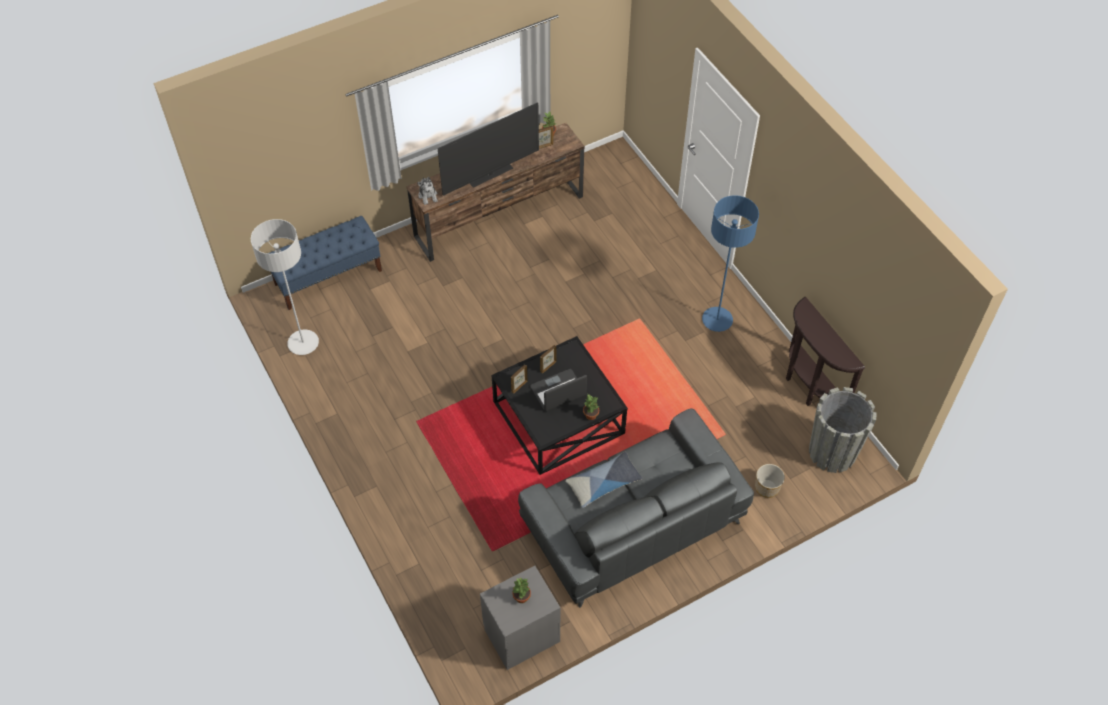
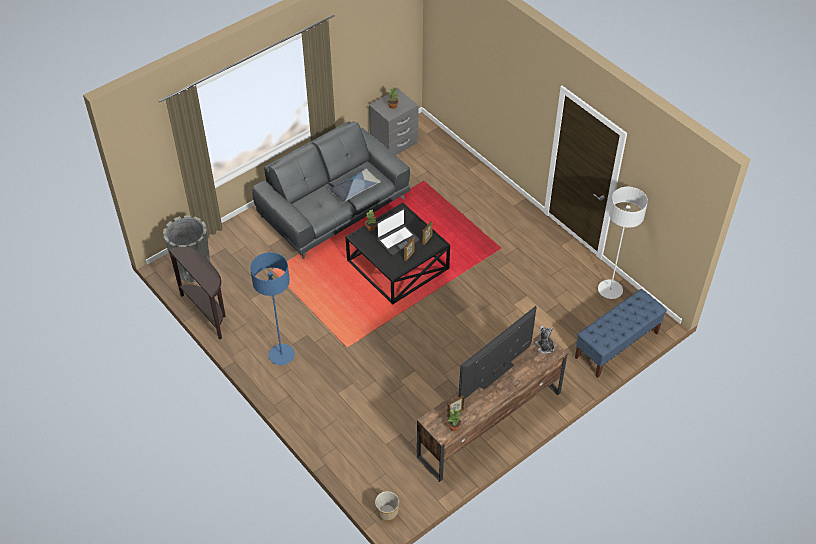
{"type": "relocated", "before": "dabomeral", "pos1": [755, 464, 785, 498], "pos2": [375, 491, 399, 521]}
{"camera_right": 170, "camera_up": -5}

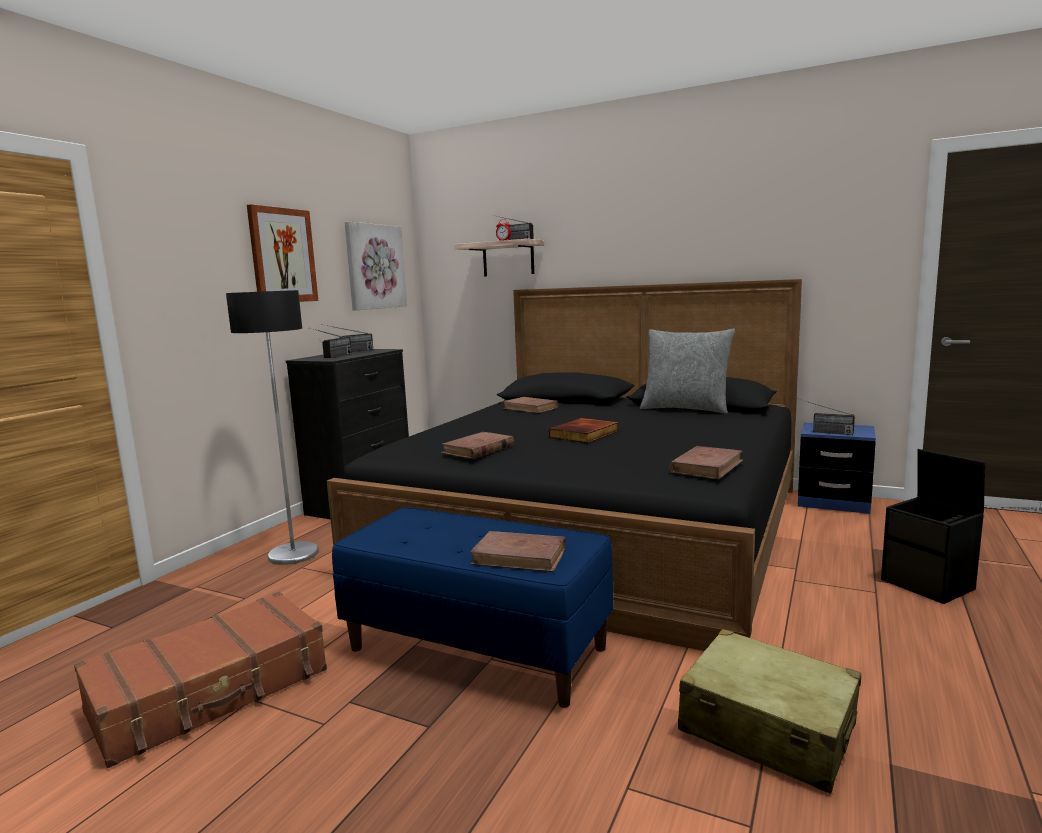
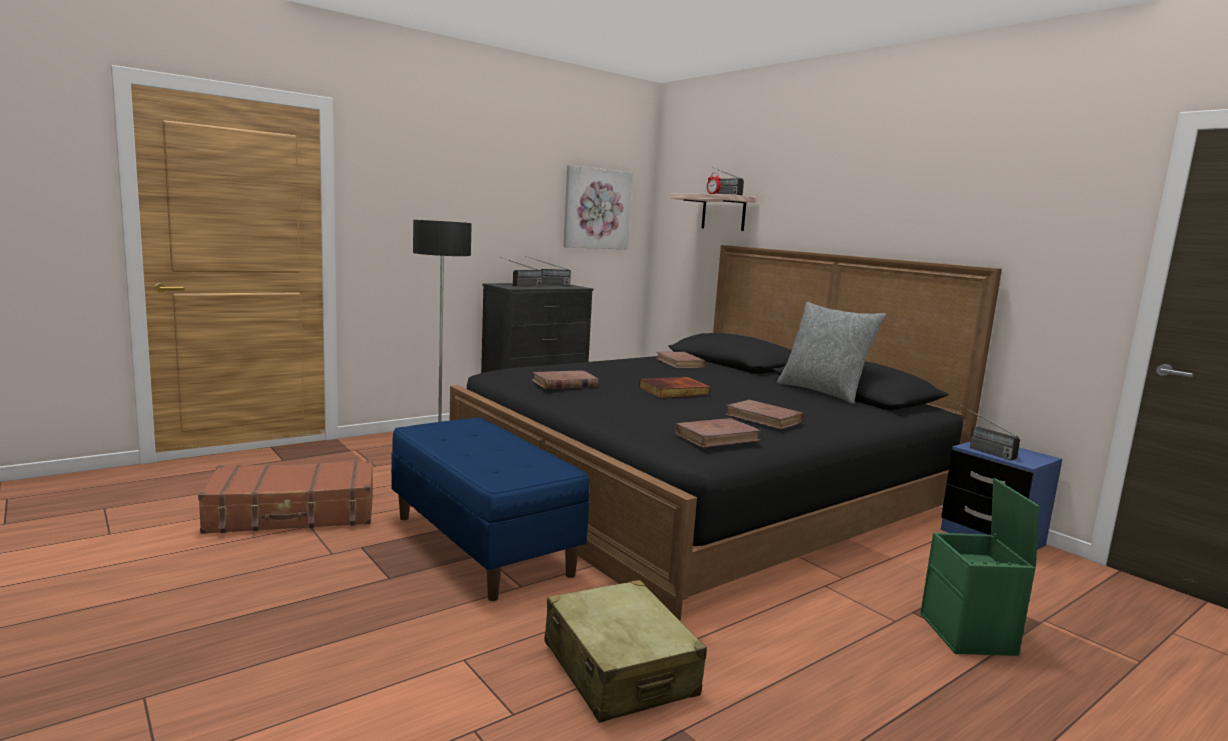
{"type": "missing", "before": "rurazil", "pos1": [247, 204, 318, 302]}
{"type": "relocated", "before": "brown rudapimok", "pos1": [470, 531, 566, 572], "pos2": [725, 400, 804, 430]}
{"type": "colour", "before": "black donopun", "after": "green donopun", "pos1": [881, 449, 985, 604], "pos2": [920, 478, 1039, 656]}
{"camera_right": 25, "camera_up": 0}

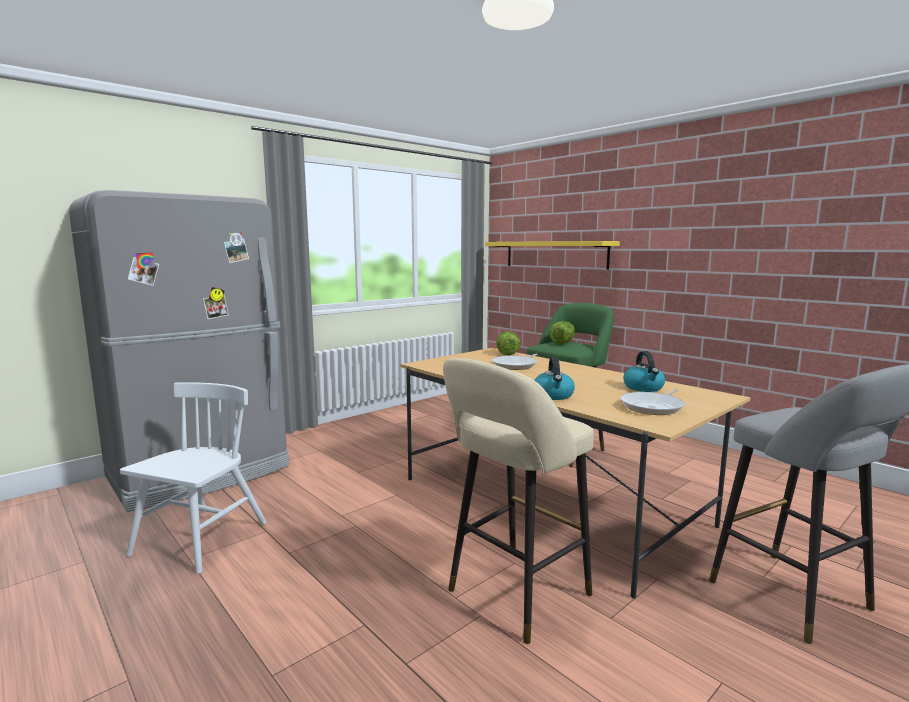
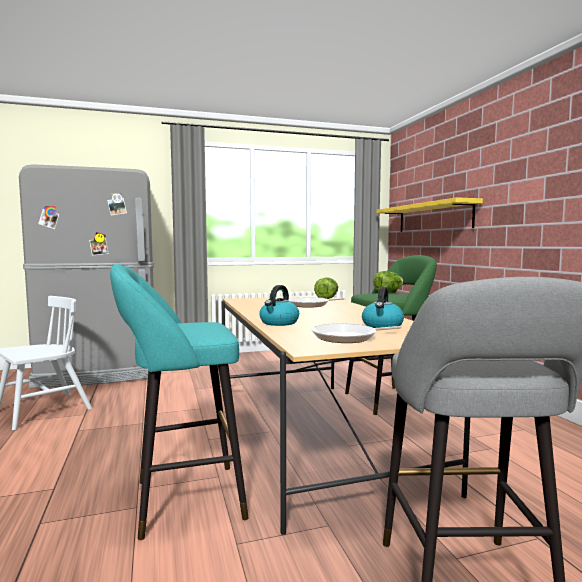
{"type": "colour", "before": "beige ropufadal", "after": "turquoise ropufadal", "pos1": [443, 358, 594, 644], "pos2": [110, 264, 249, 540]}
{"camera_right": 25, "camera_up": -5}

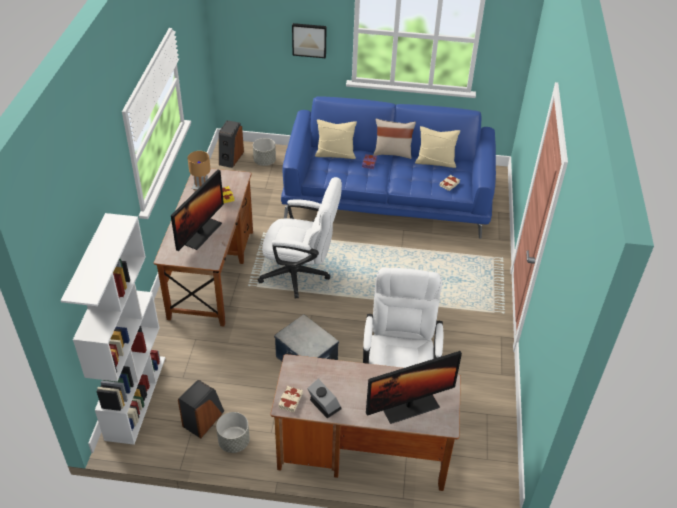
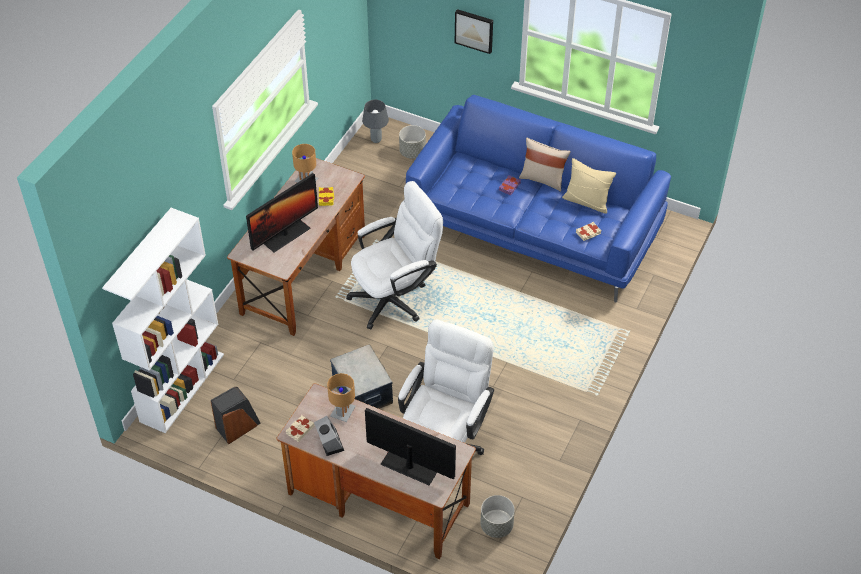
{"type": "relocated", "before": "grey dabomeral", "pos1": [216, 412, 250, 453], "pos2": [480, 495, 515, 538]}
{"type": "exchanged", "before": "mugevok", "after": "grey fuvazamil", "pos1": [219, 120, 244, 168], "pos2": [362, 100, 389, 143]}
{"type": "spun", "before": "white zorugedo", "pos1": [258, 177, 342, 298], "pos2": [346, 181, 443, 330], "turn": -60}
{"type": "missing", "before": "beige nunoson", "pos1": [315, 119, 357, 159]}
{"type": "spun", "before": "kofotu", "pos1": [366, 351, 462, 424], "pos2": [365, 408, 456, 485], "turn": -150}
{"type": "appeared", "after": "brown fuvazamil", "pos2": [327, 373, 356, 422]}
{"camera_right": 20, "camera_up": 5}

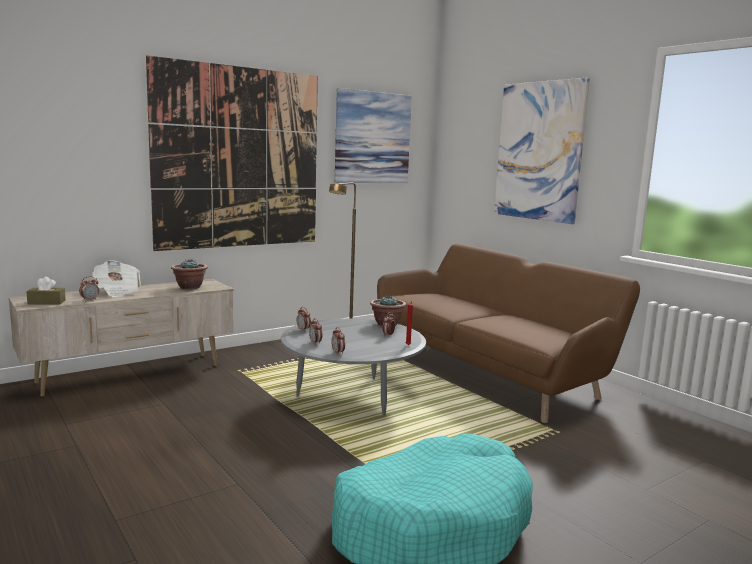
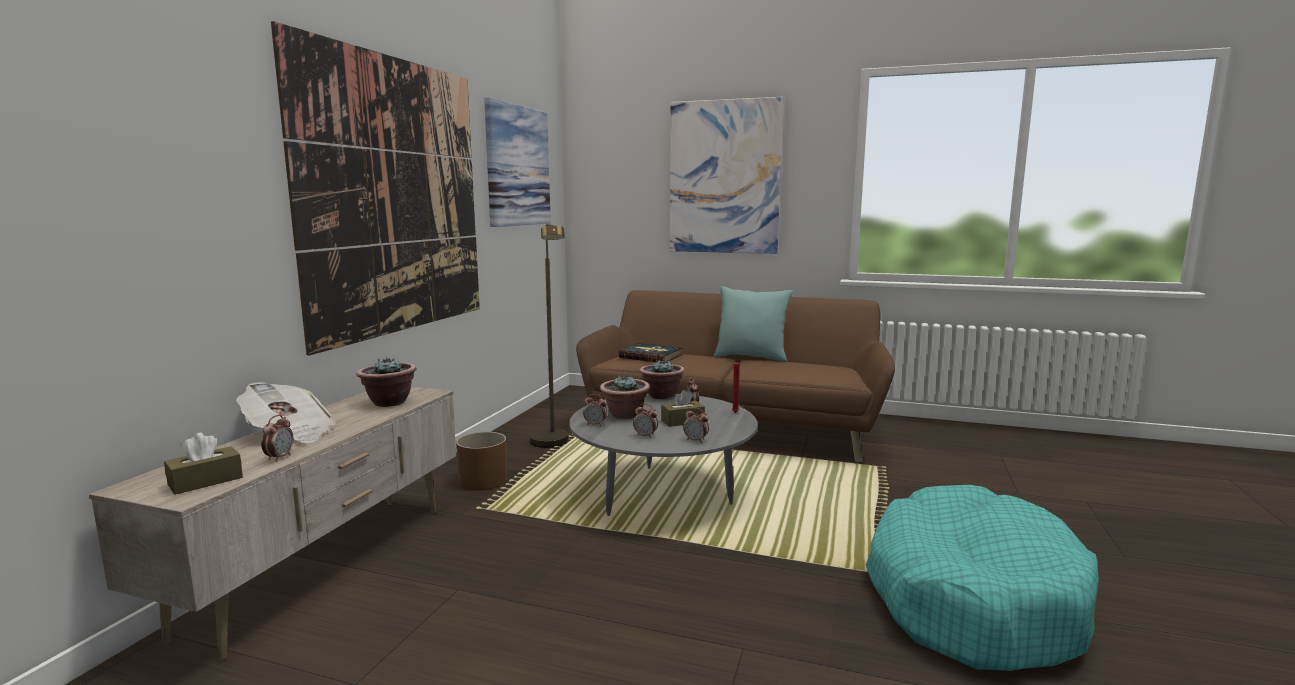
{"type": "appeared", "after": "brown dabomeral", "pos2": [456, 432, 507, 491]}
{"type": "appeared", "after": "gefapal", "pos2": [600, 375, 650, 419]}
{"type": "appeared", "after": "rudapimok", "pos2": [618, 343, 683, 362]}
{"type": "appeared", "after": "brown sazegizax", "pos2": [661, 390, 705, 427]}
{"type": "appeared", "after": "turquoise nunoson", "pos2": [714, 286, 793, 362]}
{"camera_right": -35, "camera_up": 0}

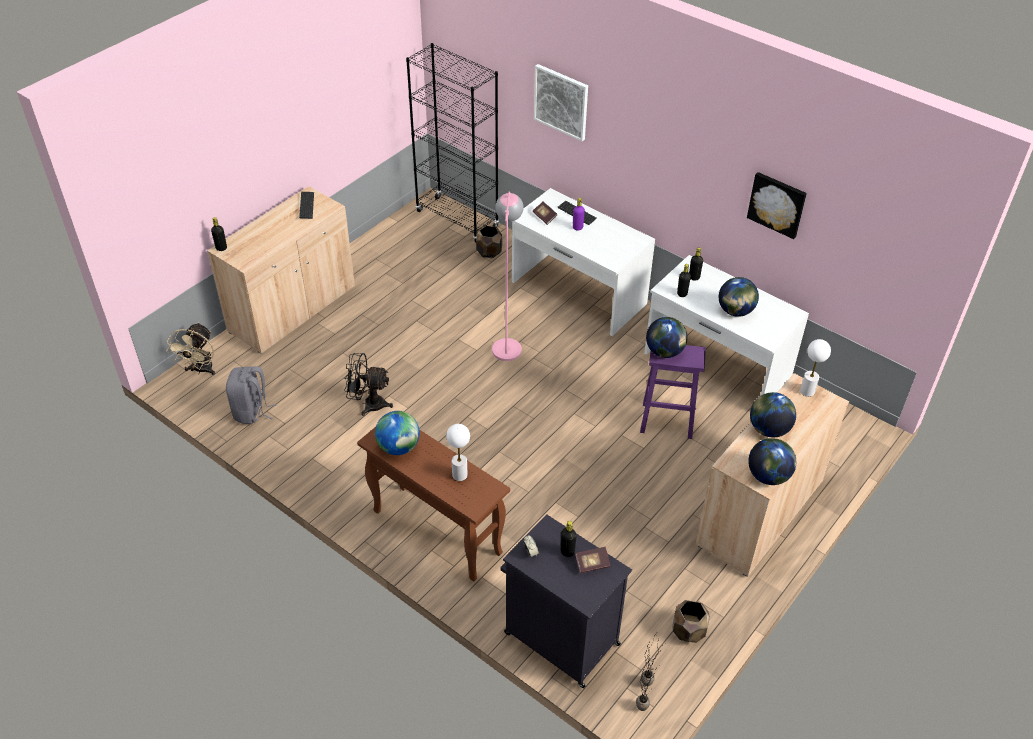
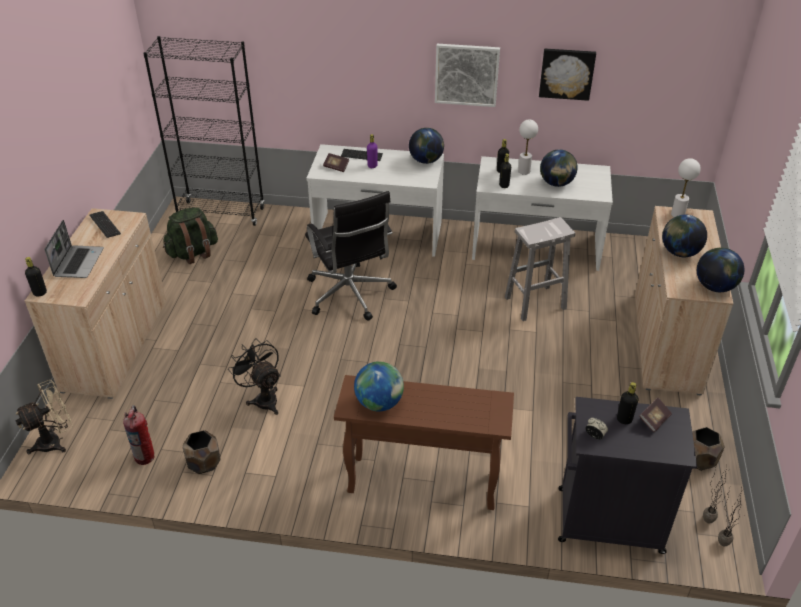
{"type": "spun", "before": "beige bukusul", "pos1": [167, 322, 215, 375], "pos2": [15, 380, 73, 455], "turn": -105}
{"type": "exchanged", "before": "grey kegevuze", "after": "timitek", "pos1": [226, 366, 276, 424], "pos2": [123, 405, 154, 465]}
{"type": "spun", "before": "black bukusul", "pos1": [344, 353, 393, 416], "pos2": [228, 338, 281, 415], "turn": 75}
{"type": "relocated", "before": "white fuvazamil", "pos1": [446, 424, 470, 481], "pos2": [518, 119, 538, 175]}
{"type": "relocated", "before": "brown dabomeral", "pos1": [476, 226, 502, 258], "pos2": [183, 430, 220, 474]}
{"type": "exchanged", "before": "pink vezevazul", "after": "black zorugedo", "pos1": [492, 192, 524, 361], "pos2": [305, 191, 397, 320]}
{"type": "relocated", "before": "rurazil", "pos1": [534, 64, 588, 141], "pos2": [435, 44, 500, 107]}
{"type": "colour", "before": "purple ropufadal", "after": "white ropufadal", "pos1": [640, 345, 706, 439], "pos2": [505, 217, 575, 321]}
{"type": "relocated", "before": "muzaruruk", "pos1": [646, 317, 688, 358], "pos2": [409, 128, 444, 164]}
{"type": "appeared", "after": "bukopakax", "pos2": [45, 220, 104, 278]}
{"type": "appeared", "after": "green kegevuze", "pos2": [163, 207, 218, 264]}
{"camera_right": -30, "camera_up": -5}

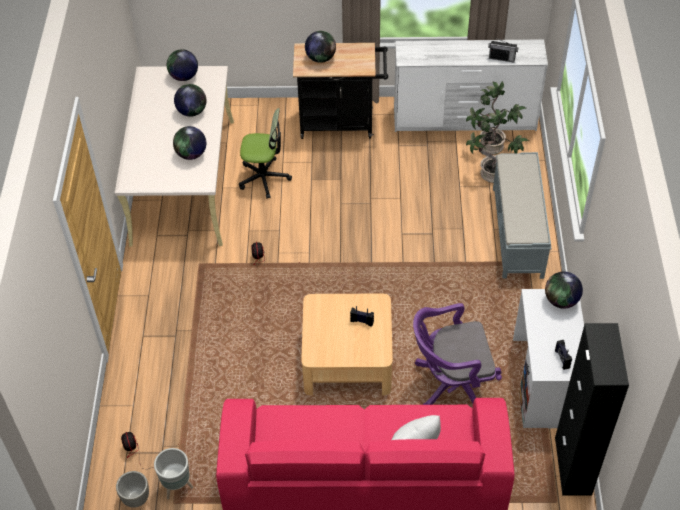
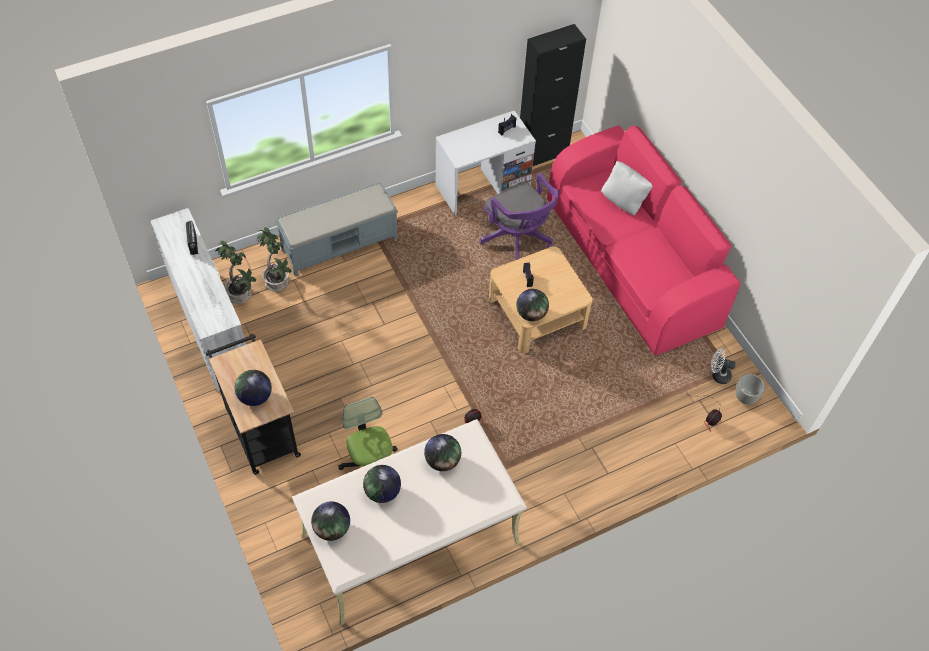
{"type": "exchanged", "before": "grey dabomeral", "after": "white bukusul", "pos1": [154, 448, 193, 499], "pos2": [711, 349, 736, 384]}
{"type": "relocated", "before": "muzaruruk", "pos1": [545, 271, 583, 309], "pos2": [516, 289, 549, 321]}
{"camera_right": -120, "camera_up": 5}

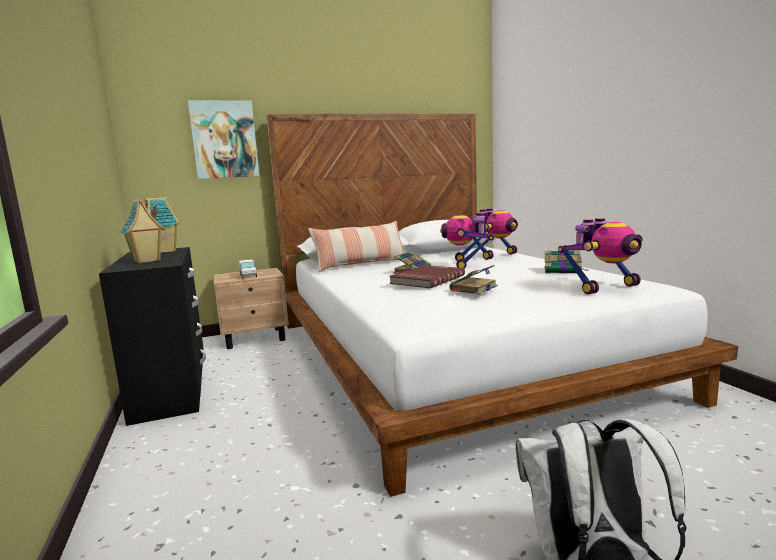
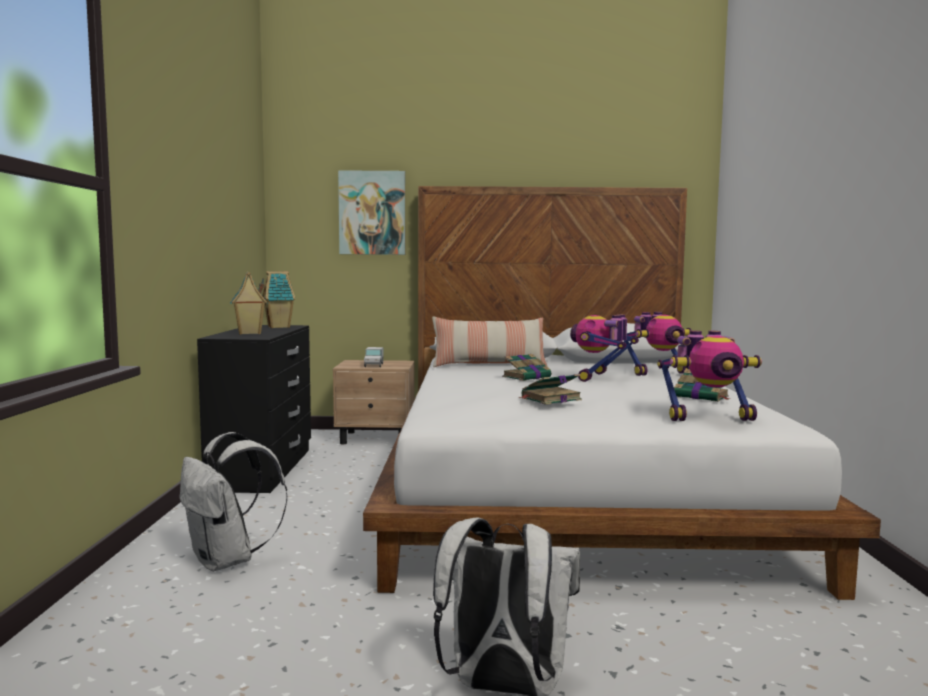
{"type": "missing", "before": "red rudapimok", "pos1": [389, 265, 465, 288]}
{"type": "appeared", "after": "white kegevuze", "pos2": [180, 432, 288, 572]}
{"camera_right": 20, "camera_up": -5}

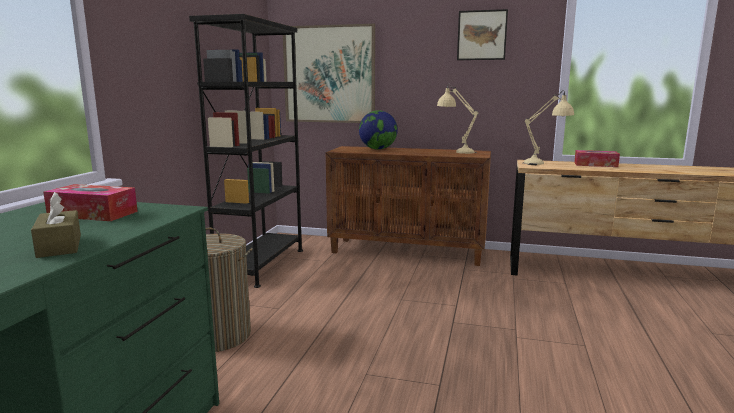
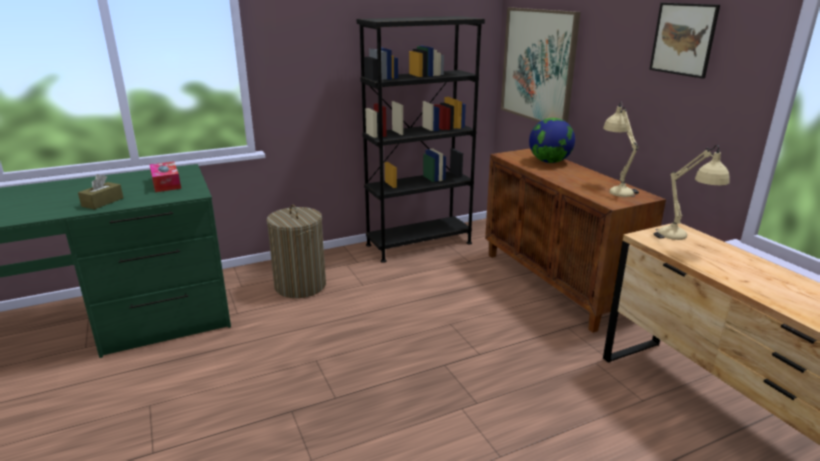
{"type": "missing", "before": "sazegizax", "pos1": [574, 150, 620, 167]}
{"camera_right": 50, "camera_up": 10}

